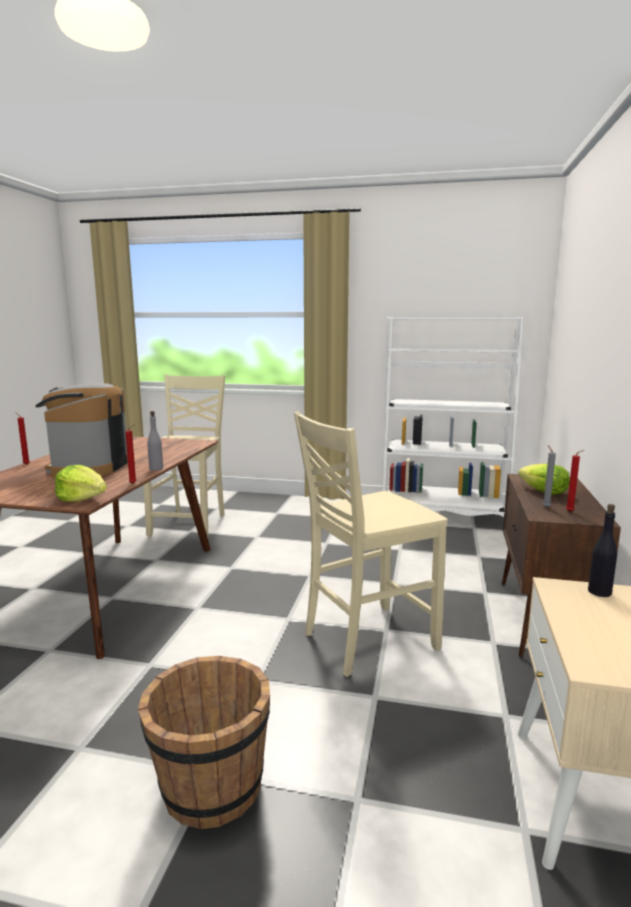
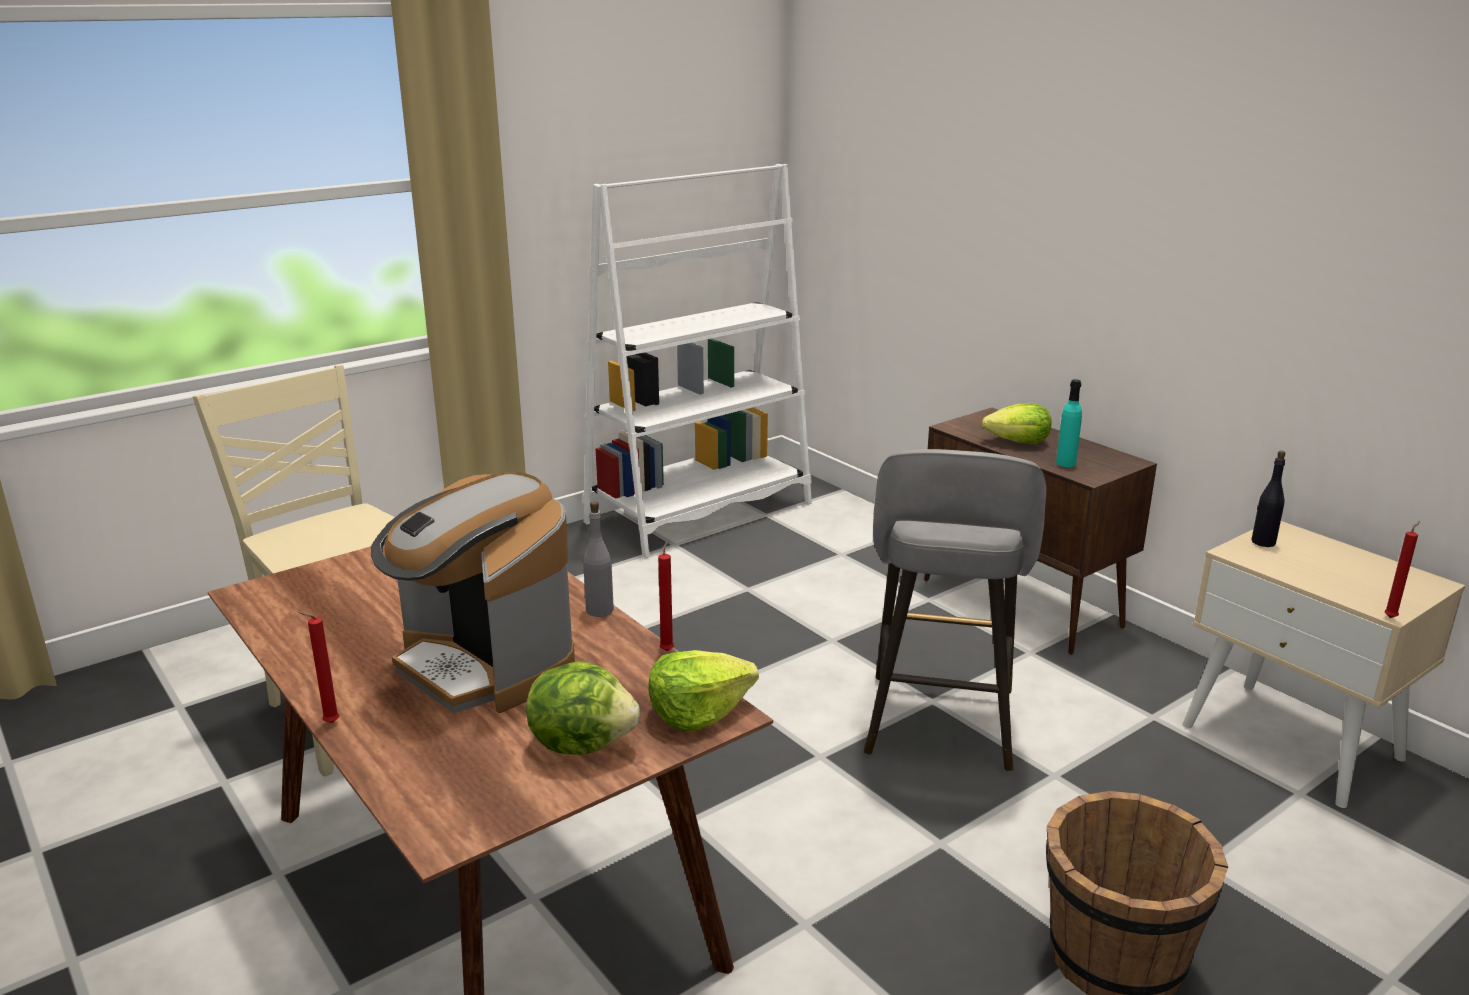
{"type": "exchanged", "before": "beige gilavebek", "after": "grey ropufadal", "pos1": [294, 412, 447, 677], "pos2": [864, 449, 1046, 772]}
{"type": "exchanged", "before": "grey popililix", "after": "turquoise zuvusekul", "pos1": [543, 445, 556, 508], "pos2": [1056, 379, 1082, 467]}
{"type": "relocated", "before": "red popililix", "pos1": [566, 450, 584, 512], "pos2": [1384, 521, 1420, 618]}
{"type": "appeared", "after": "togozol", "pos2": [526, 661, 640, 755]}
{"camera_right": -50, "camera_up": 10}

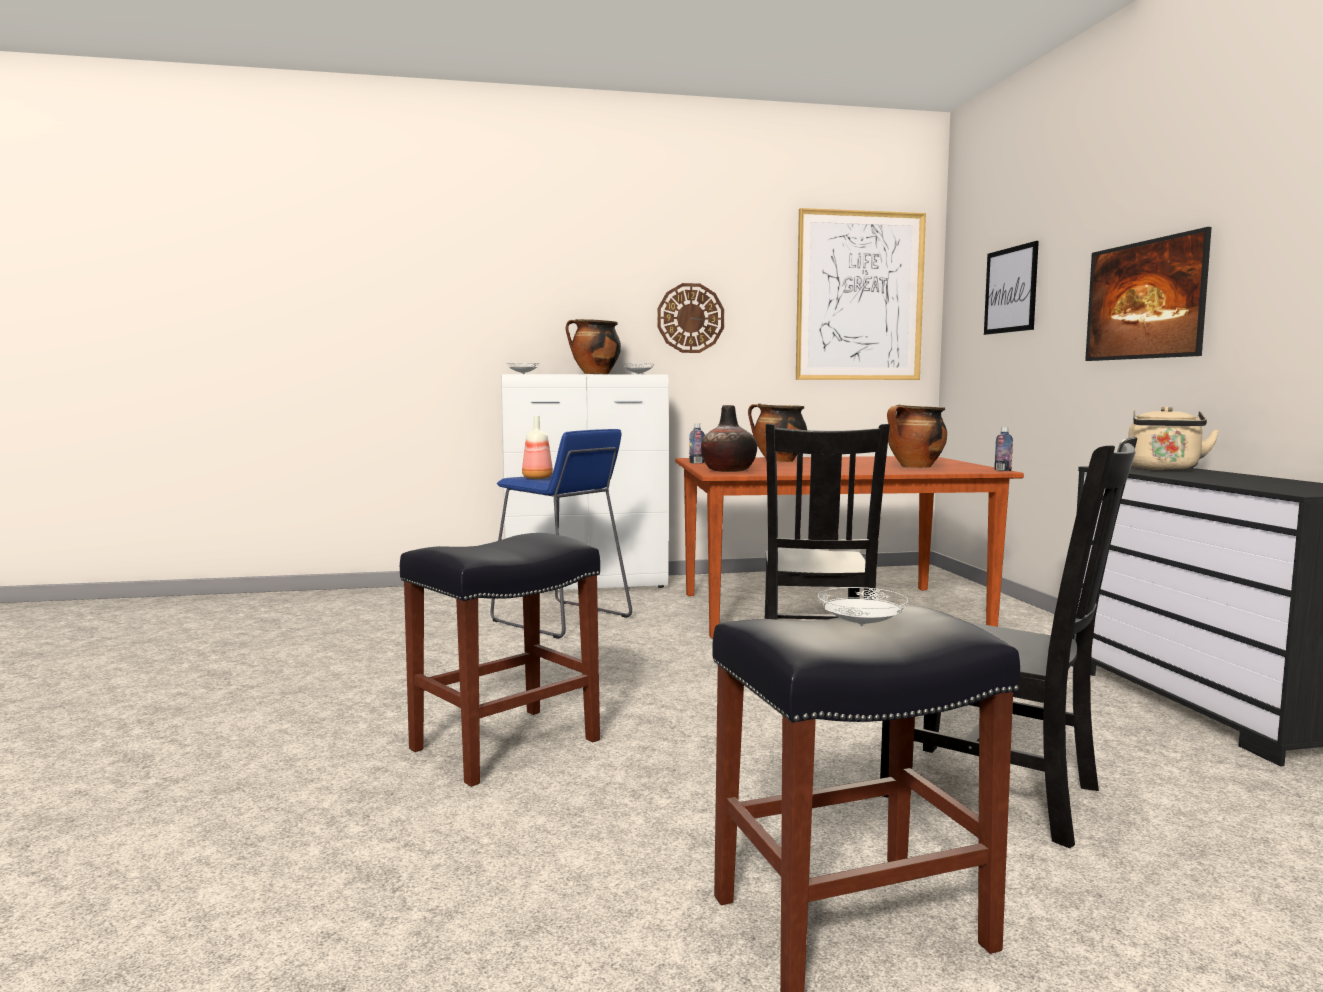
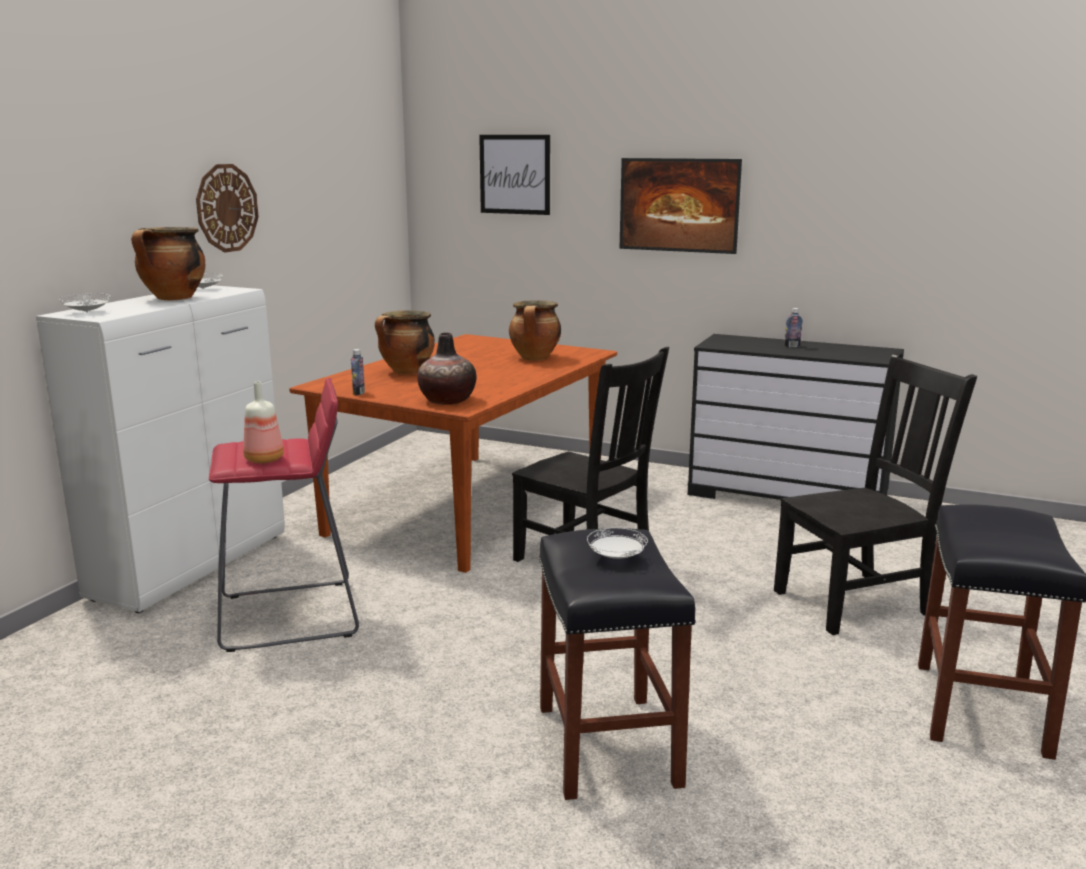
{"type": "colour", "before": "blue ropufadal", "after": "red ropufadal", "pos1": [490, 429, 632, 639], "pos2": [209, 378, 359, 652]}
{"type": "missing", "before": "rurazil", "pos1": [796, 208, 926, 380]}
{"type": "relocated", "before": "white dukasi", "pos1": [818, 587, 908, 626], "pos2": [587, 528, 648, 559]}
{"type": "relocated", "before": "zuvusekul", "pos1": [994, 427, 1013, 471], "pos2": [784, 308, 803, 348]}
{"type": "missing", "before": "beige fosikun", "pos1": [1128, 406, 1219, 471]}
{"camera_right": -55, "camera_up": 10}

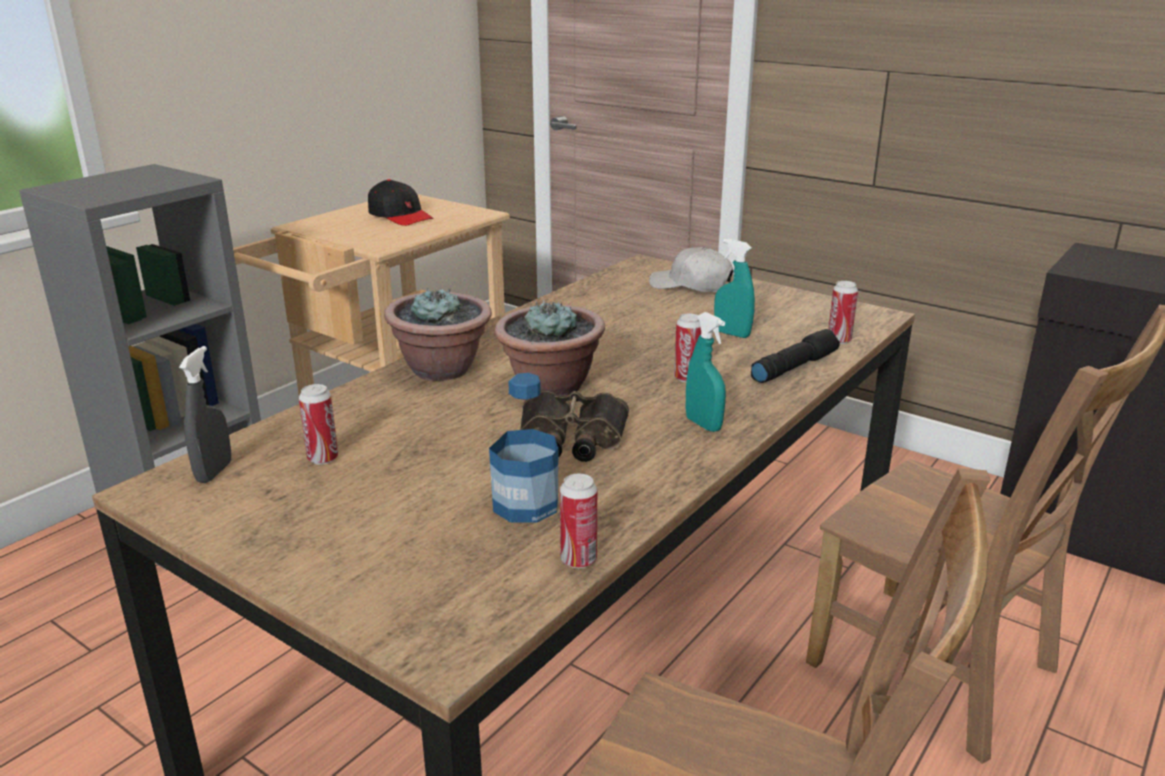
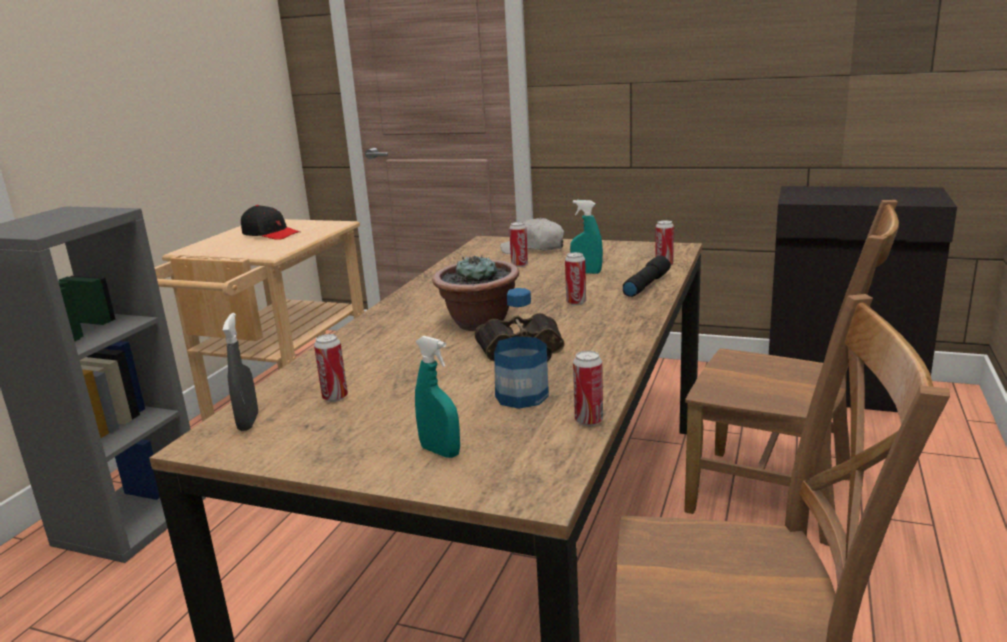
{"type": "missing", "before": "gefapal", "pos1": [384, 288, 492, 381]}
{"type": "relocated", "before": "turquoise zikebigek", "pos1": [686, 312, 726, 432], "pos2": [415, 336, 460, 458]}
{"type": "appeared", "after": "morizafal", "pos2": [509, 222, 528, 267]}
{"camera_right": -15, "camera_up": -5}

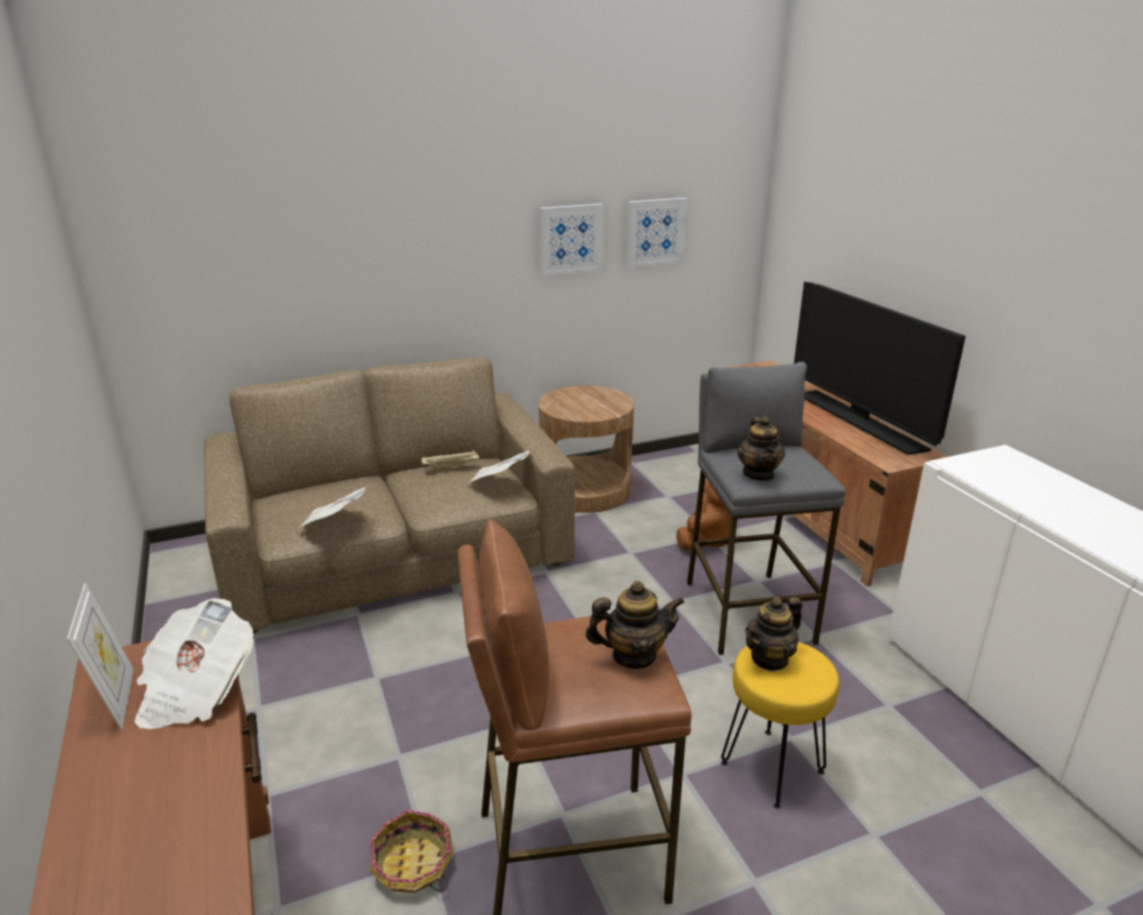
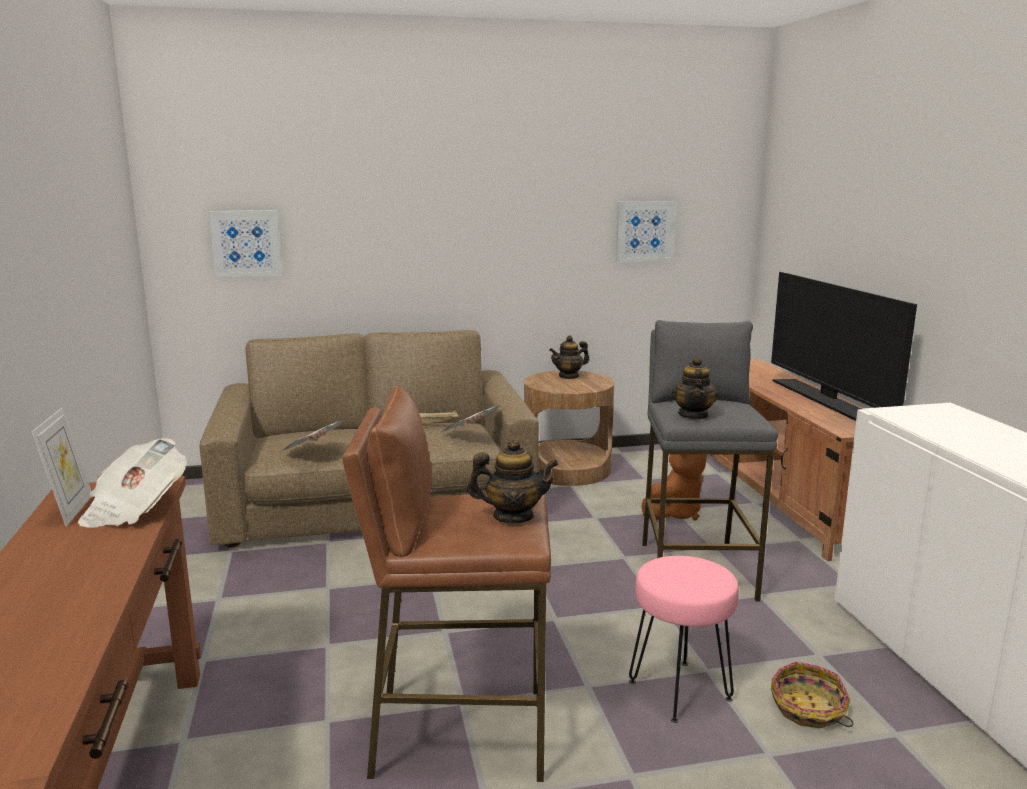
{"type": "relocated", "before": "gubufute", "pos1": [370, 810, 453, 893], "pos2": [771, 661, 854, 728]}
{"type": "relocated", "before": "rurazil", "pos1": [540, 204, 603, 276], "pos2": [209, 210, 282, 277]}
{"type": "colour", "before": "yellow ropufadal", "after": "pink ropufadal", "pos1": [721, 642, 839, 809], "pos2": [629, 556, 739, 723]}
{"type": "relocated", "before": "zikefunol", "pos1": [745, 597, 802, 672], "pos2": [549, 336, 589, 379]}
{"camera_right": 10, "camera_up": -10}

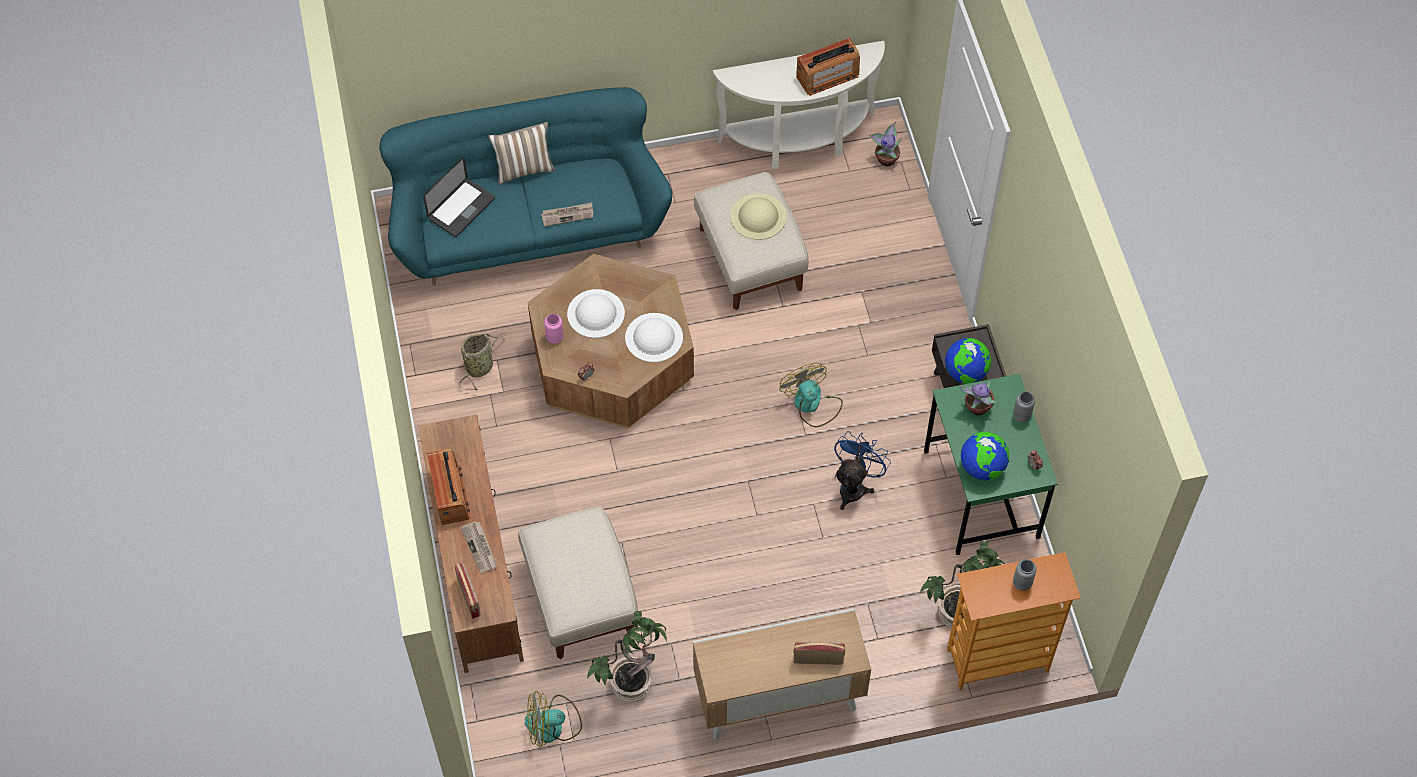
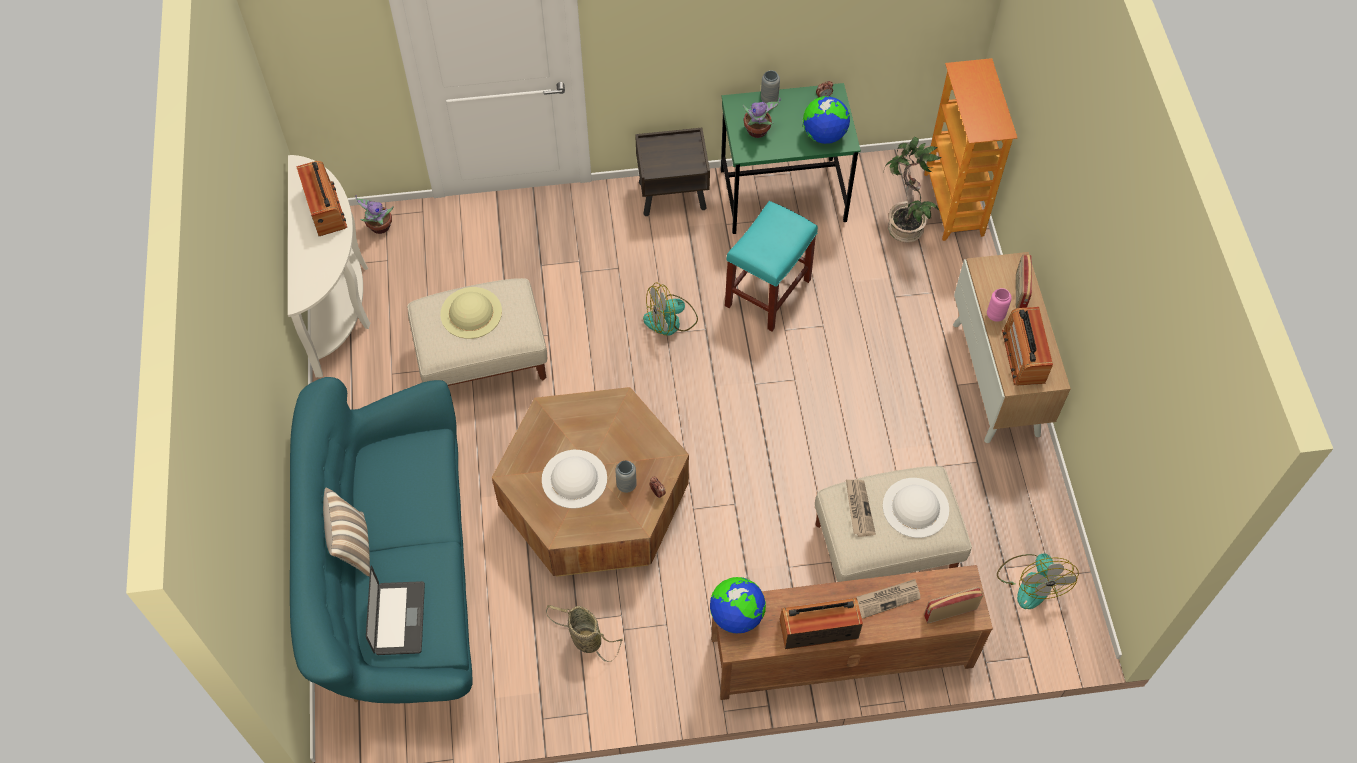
{"type": "spun", "before": "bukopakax", "pos1": [423, 157, 495, 237], "pos2": [366, 565, 425, 655], "turn": 45}
{"type": "relocated", "before": "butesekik", "pos1": [541, 202, 593, 227], "pos2": [846, 480, 876, 537]}
{"type": "relocated", "before": "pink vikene", "pos1": [544, 314, 564, 344], "pos2": [987, 288, 1012, 322]}
{"type": "missing", "before": "gefapal", "pos1": [587, 611, 667, 702]}
{"type": "relocated", "before": "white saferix", "pos1": [625, 313, 683, 362], "pos2": [883, 478, 949, 538]}
{"type": "exchanged", "before": "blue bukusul", "after": "turquoise ropufadal", "pos1": [834, 431, 891, 510], "pos2": [725, 201, 818, 331]}
{"type": "relocated", "before": "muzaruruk", "pos1": [945, 338, 991, 384], "pos2": [710, 577, 766, 633]}
{"type": "relocated", "before": "grey vikene", "pos1": [1013, 559, 1037, 591], "pos2": [615, 461, 637, 493]}
{"type": "appeared", "after": "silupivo", "pos2": [1002, 307, 1053, 386]}
{"camera_right": -85, "camera_up": 0}

